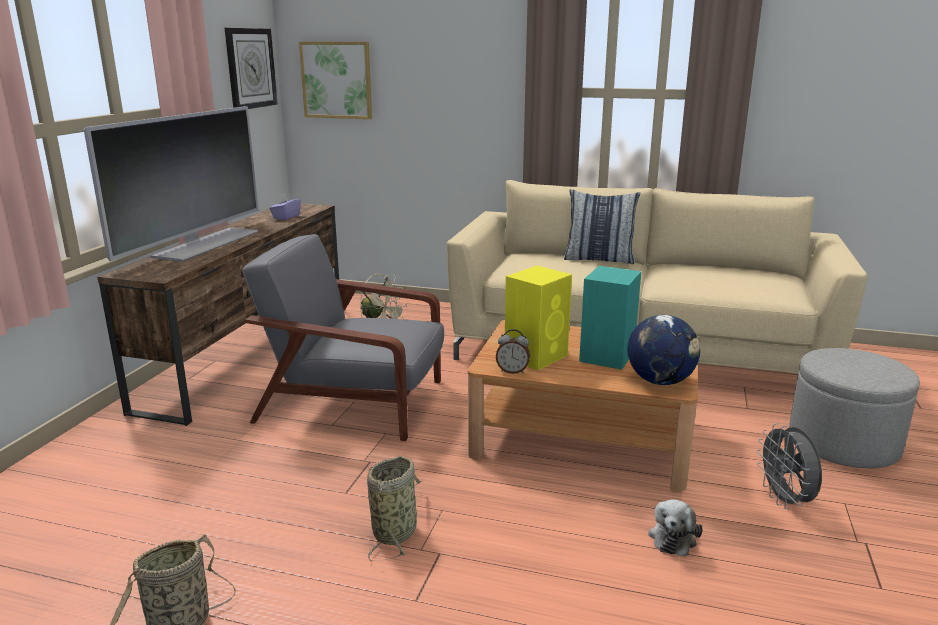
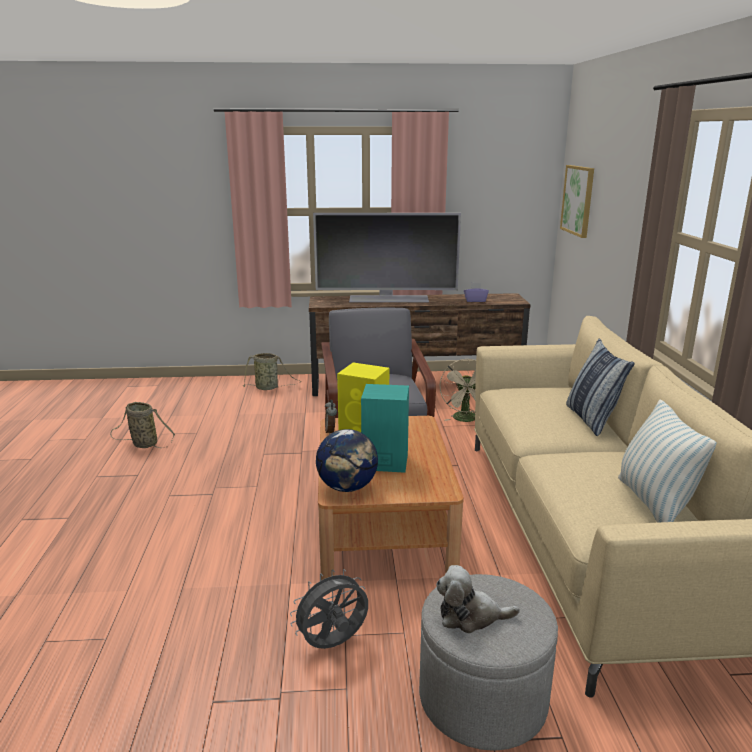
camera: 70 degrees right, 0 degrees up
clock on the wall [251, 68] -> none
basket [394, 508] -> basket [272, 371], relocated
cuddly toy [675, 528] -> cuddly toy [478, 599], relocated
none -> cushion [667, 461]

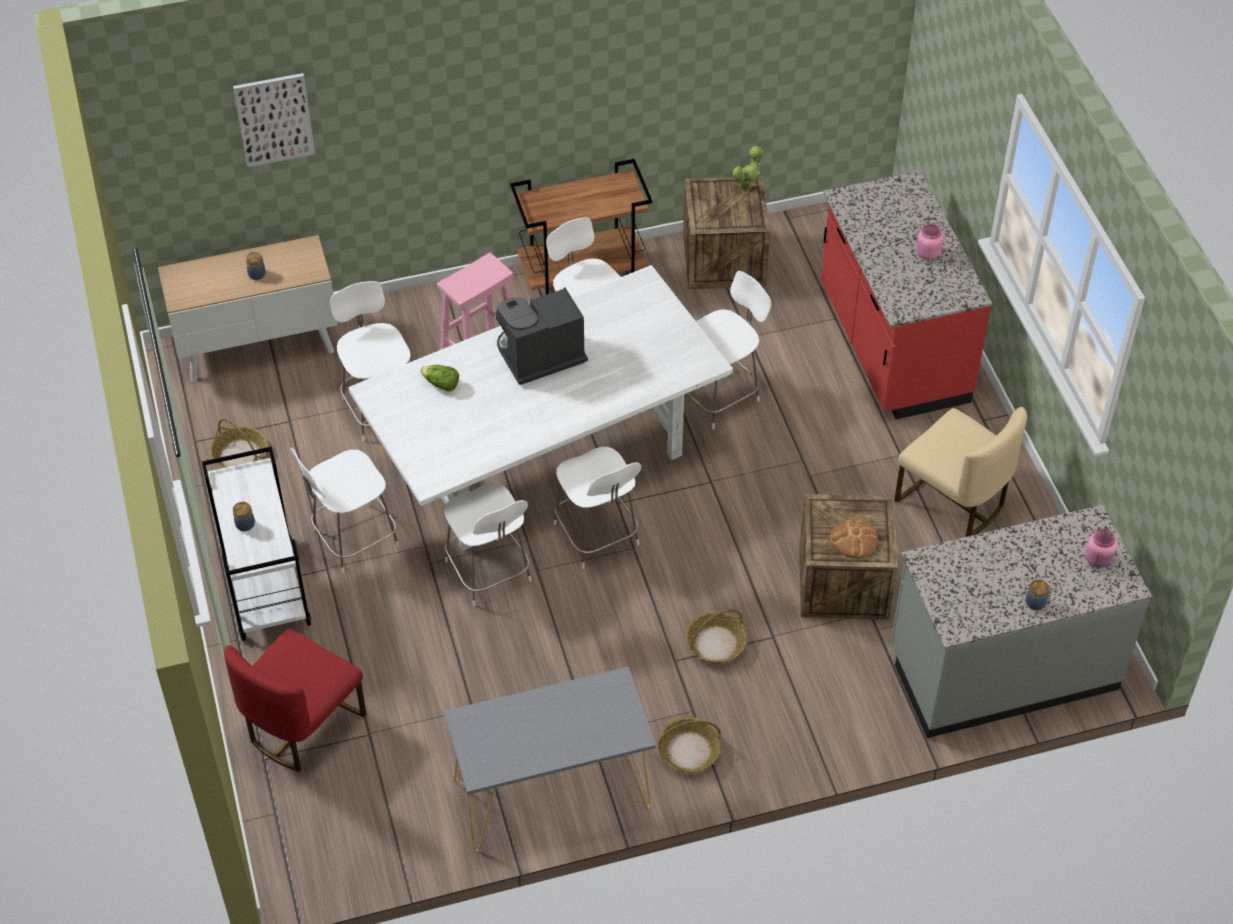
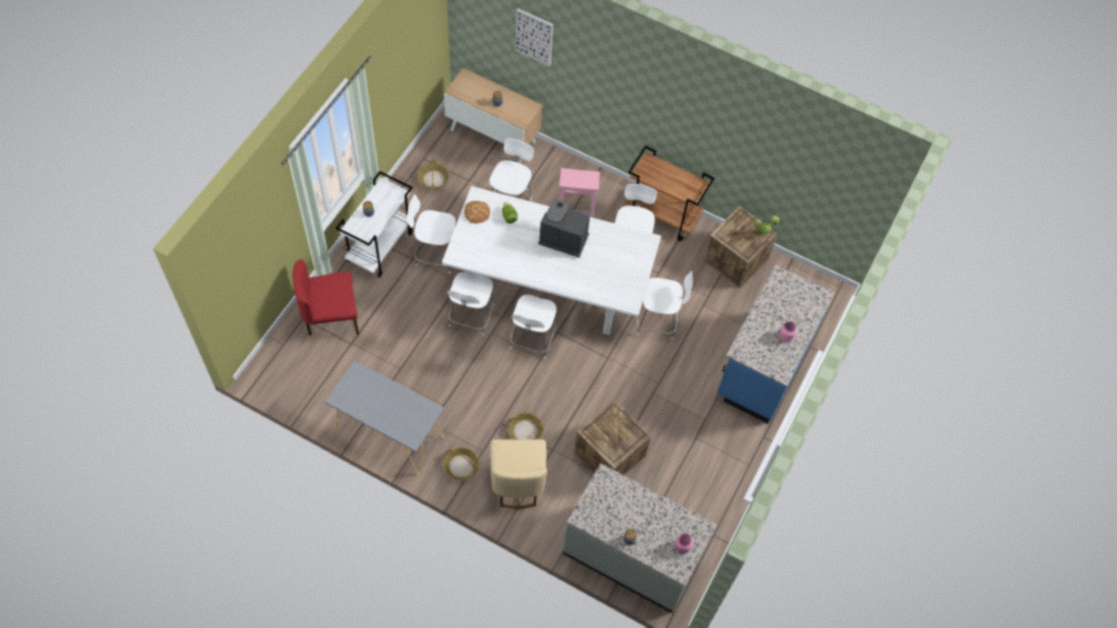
camera: 40 degrees right, 10 degrees up
red-coloured counter [906, 295] -> bluish counter [775, 344]
beige-coloured plain chair [960, 472] -> beige-coloured plain chair [518, 473], relocated
bread [854, 538] -> bread [477, 212], relocated

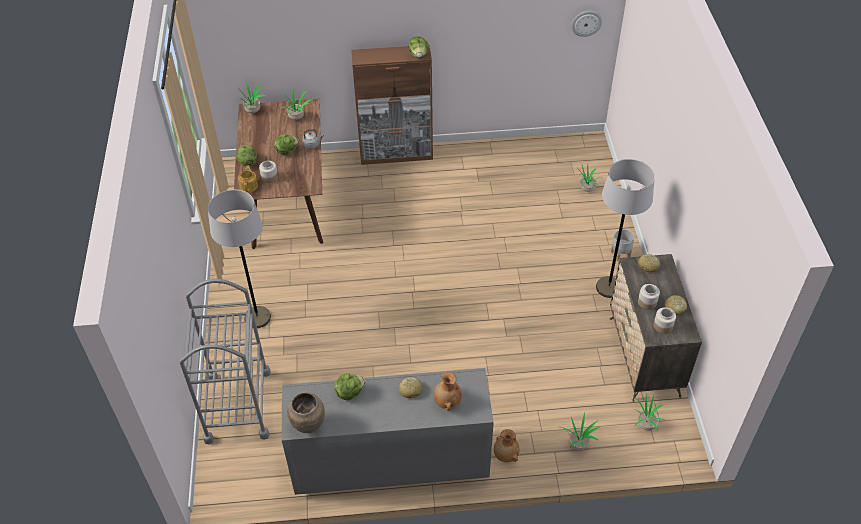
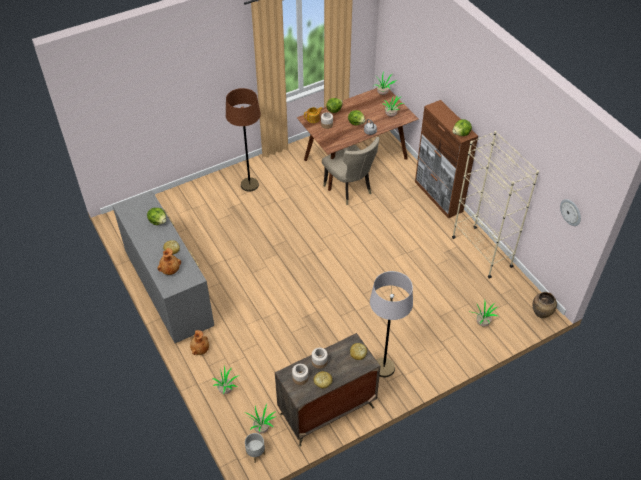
camera: 65 degrees right, 0 degrees up
gray standard lamp [239, 259] -> brownish standard lamp [243, 140]
gray planter [623, 245] -> gray planter [255, 448], relocated
gray trolley [225, 361] -> none
brownish decorative vase [306, 412] -> brownish decorative vase [545, 305], relocated
none -> beige-coloured bookshelf [495, 205]
none -> beige-coloured plain chair [350, 171]

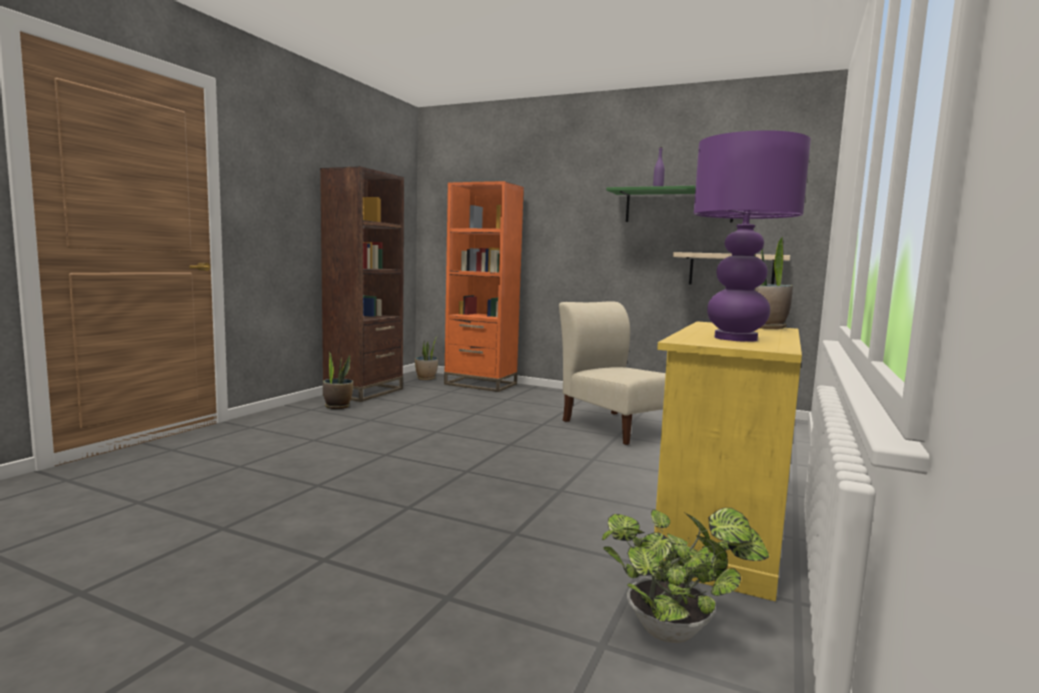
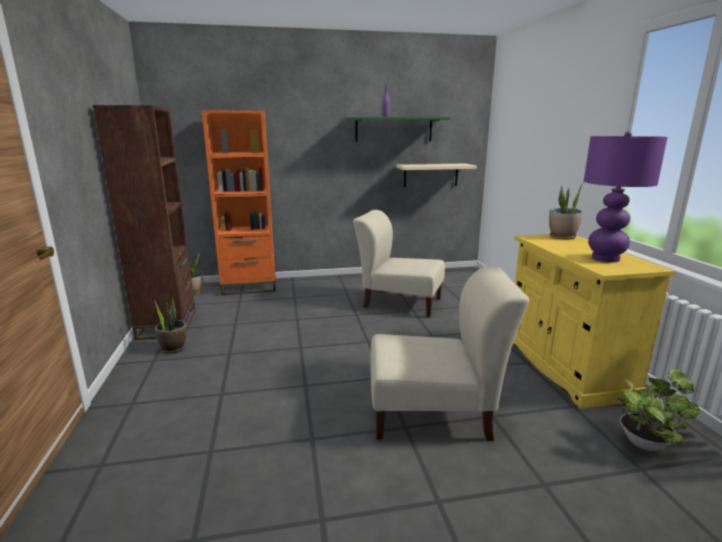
camera: 35 degrees left, 10 degrees up
none -> beige-coloured plain chair [449, 353]

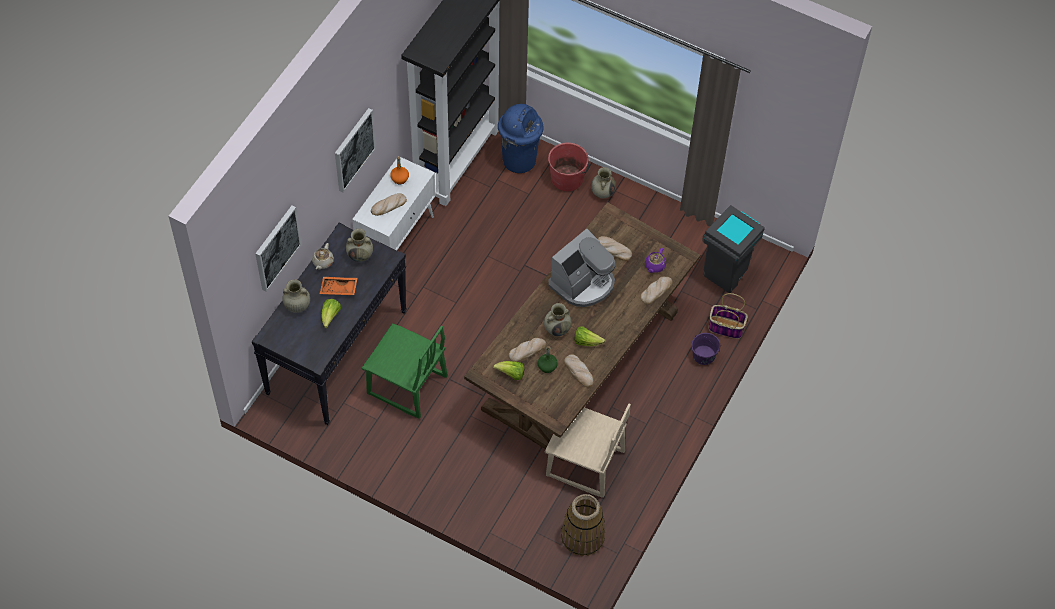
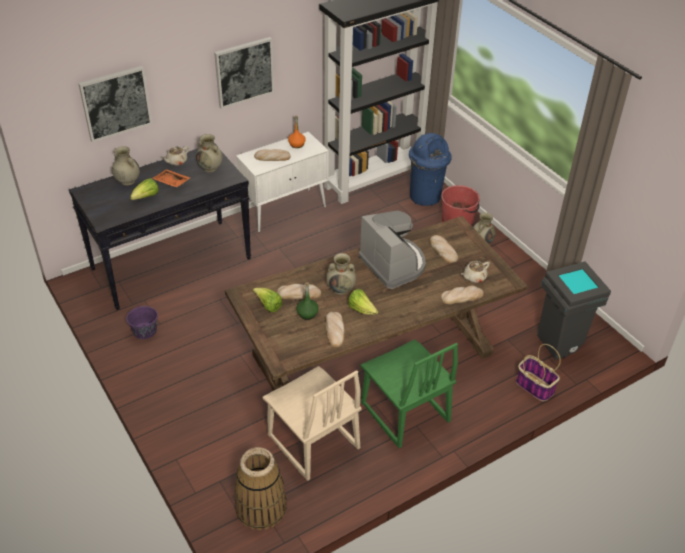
camera: 30 degrees right, 15 degrees down
coffee machine [581, 267] -> coffee machine [392, 250], 105 degrees counterclockwise
purple-coloured tea pot [655, 260] -> beige-coloured tea pot [476, 272]
green-coloured plain chair [405, 371] -> green-coloured plain chair [409, 393], relocated
purple-coloured pail [705, 349] -> purple-coloured pail [142, 321], relocated

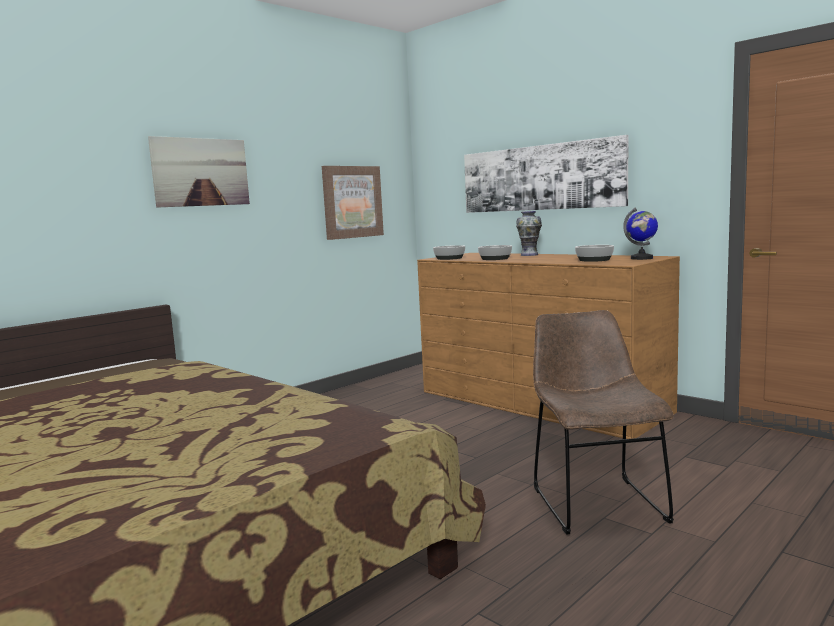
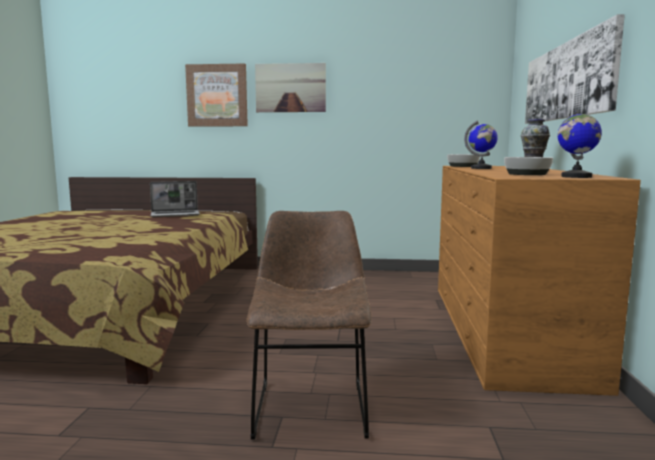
camera: 50 degrees right, 0 degrees up
picture [353, 203] -> picture [216, 95], relocated
serving bowl [495, 252] -> world globe [481, 145]
brownish plain chair [603, 422] -> brownish plain chair [309, 325], 45 degrees counterclockwise
none -> notebook computer [175, 199]

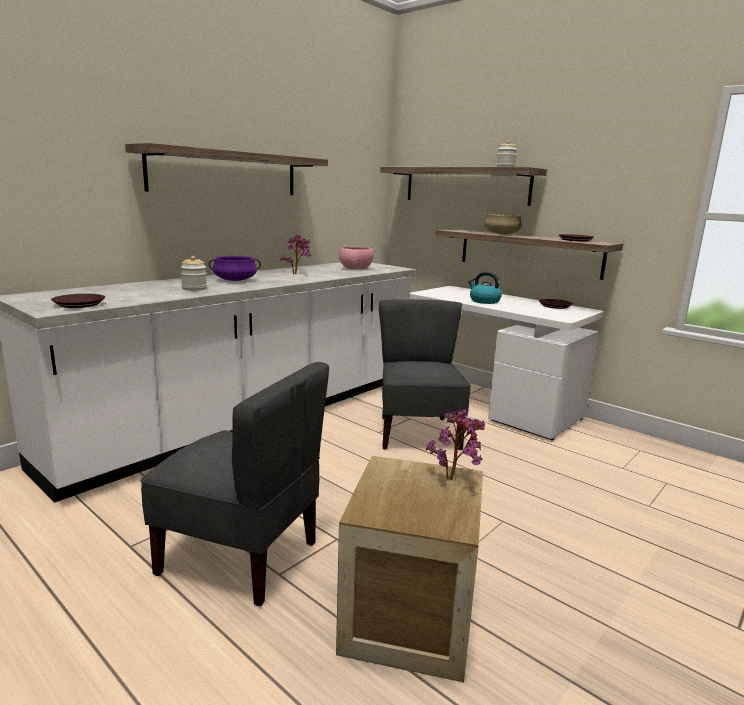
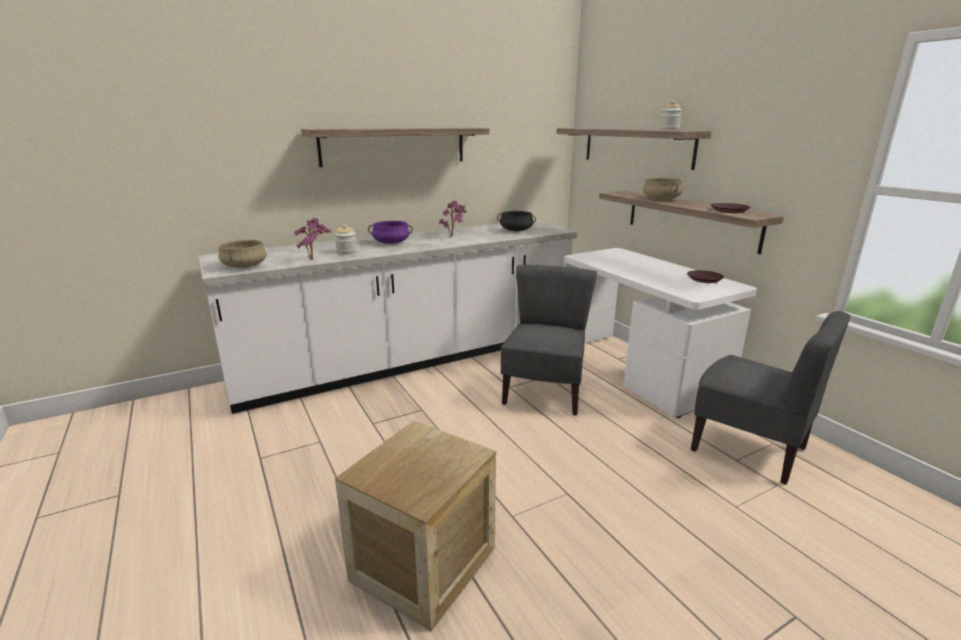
camera: 20 degrees right, 5 degrees up
pink serving bowl [356, 258] -> blackish cooking pot [516, 221]
water kettle [485, 288] -> none
brownish dinner plate [78, 301] -> beige-coloured cooking pot [242, 254]
gray plain chair [234, 484] -> gray plain chair [771, 398], relocated
houseplant [455, 444] -> houseplant [312, 239], relocated

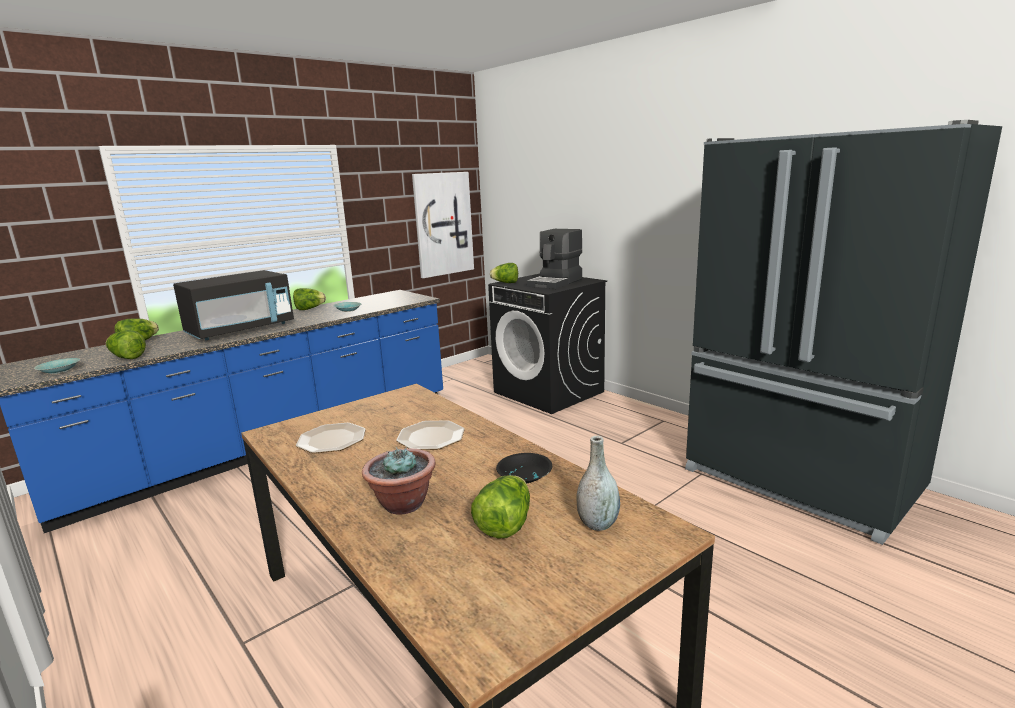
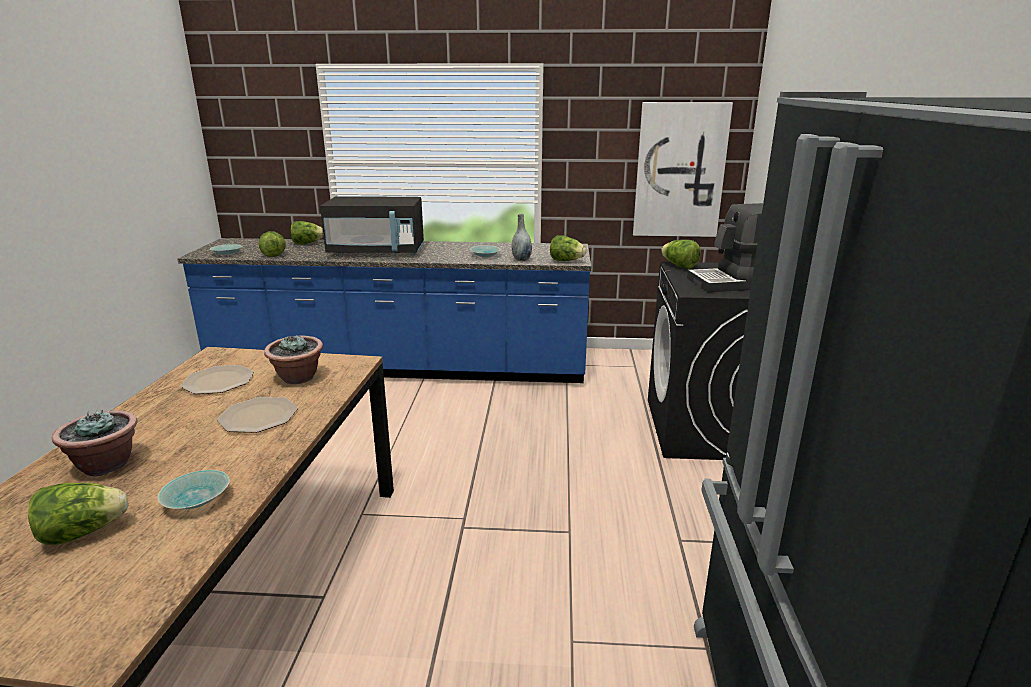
camera: 45 degrees right, 5 degrees up
lettuce [309, 299] -> lettuce [568, 248], relocated
gray decorative vase [598, 483] -> gray decorative vase [522, 237], relocated
blackish serving bowl [524, 468] -> blue-green serving bowl [194, 489]
none -> houseplant [293, 359]

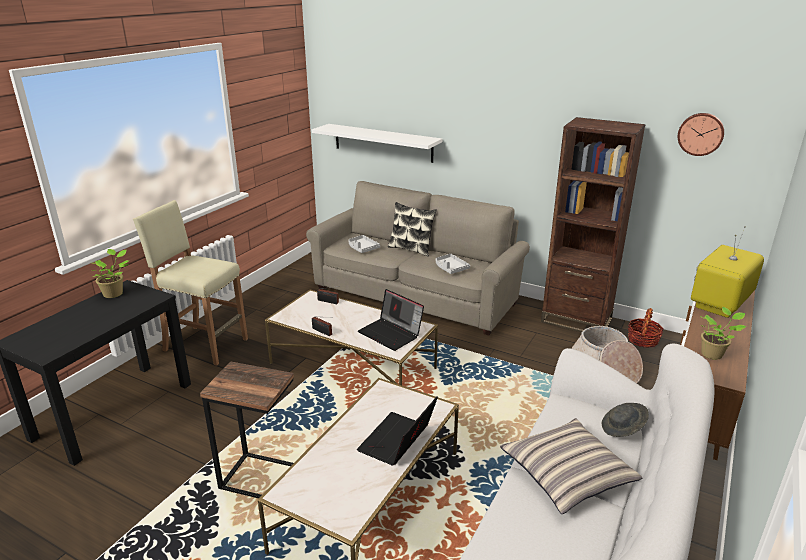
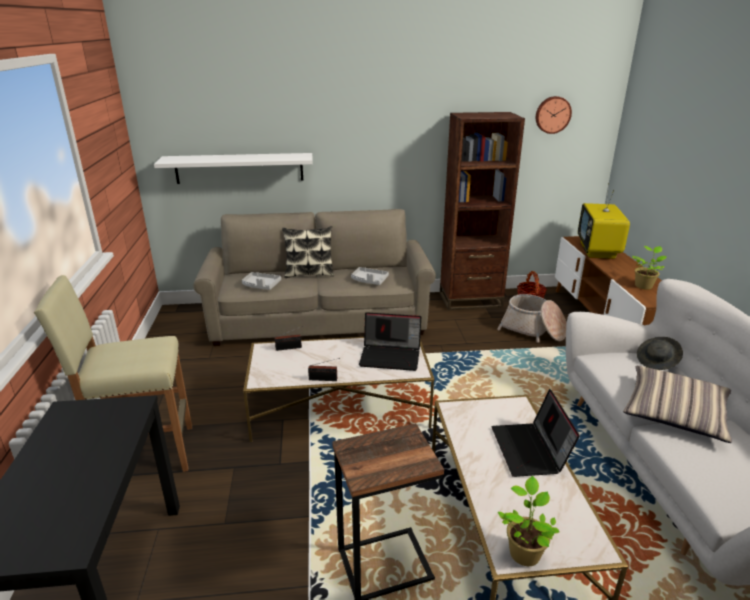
camera: 35 degrees left, 0 degrees up
houseplant [109, 273] -> houseplant [529, 521], relocated

